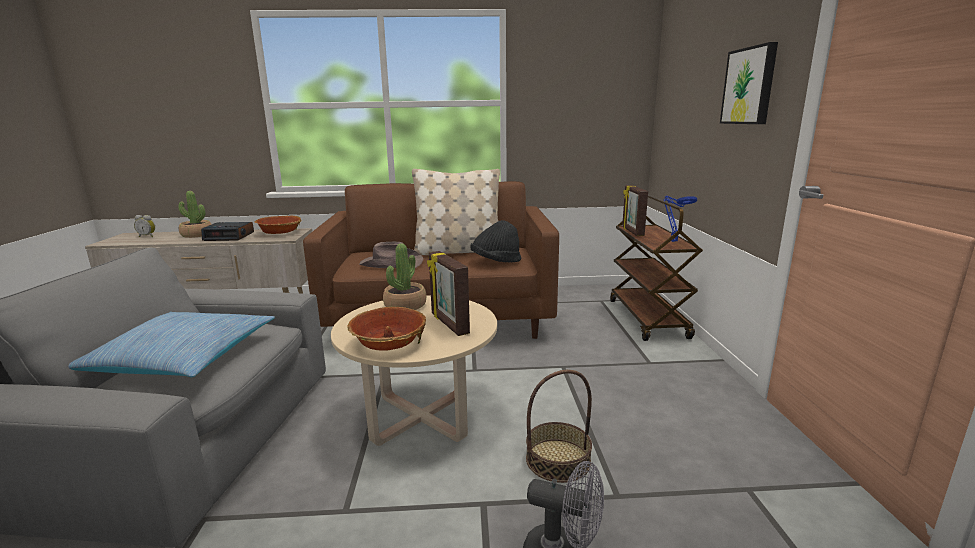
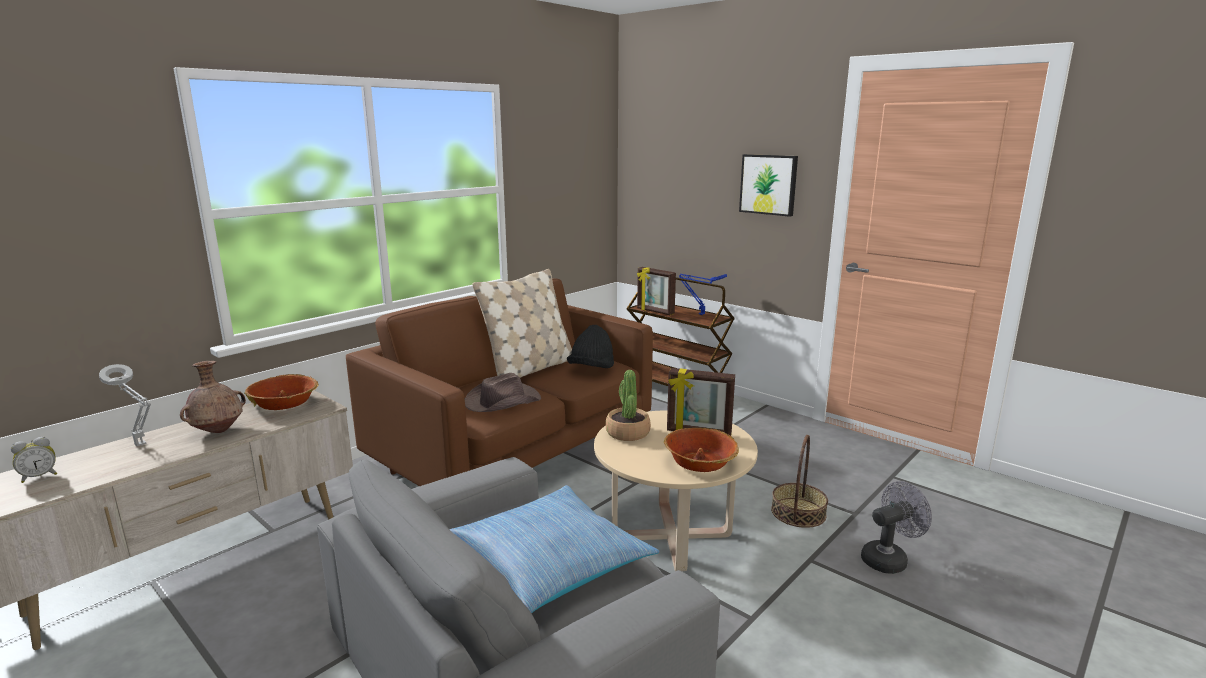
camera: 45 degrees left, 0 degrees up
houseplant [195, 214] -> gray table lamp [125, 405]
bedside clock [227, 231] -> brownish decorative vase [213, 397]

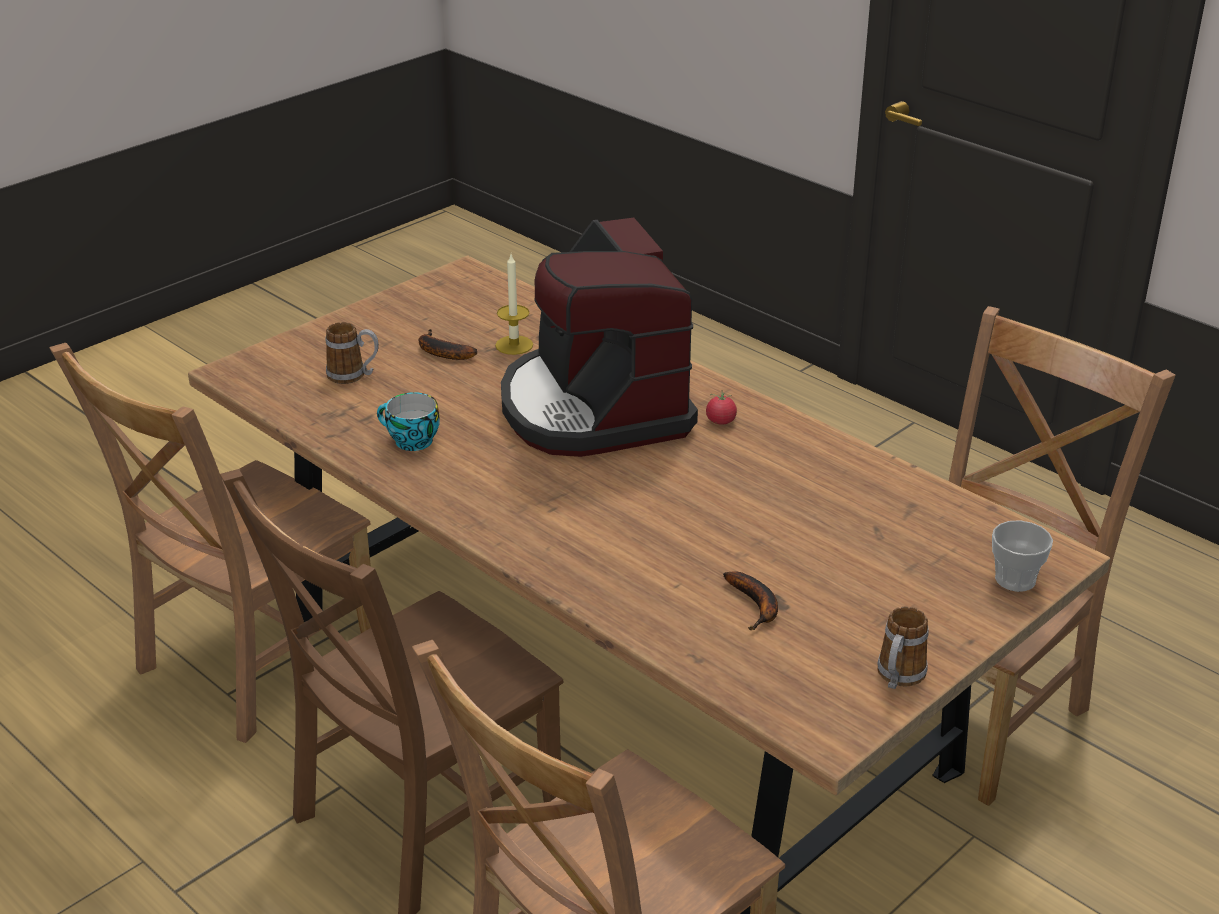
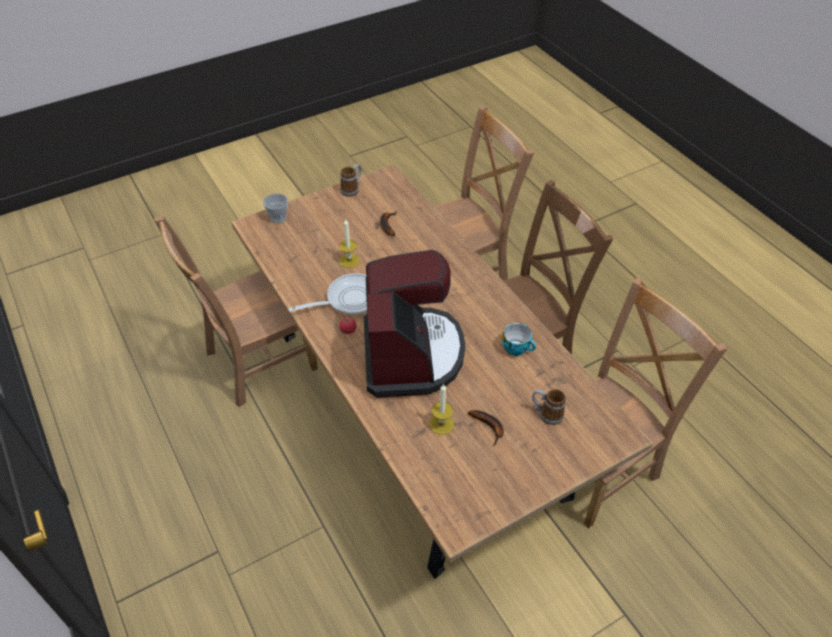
camera: 165 degrees left, 15 degrees up
none -> wax candle [349, 243]
none -> pan [327, 294]

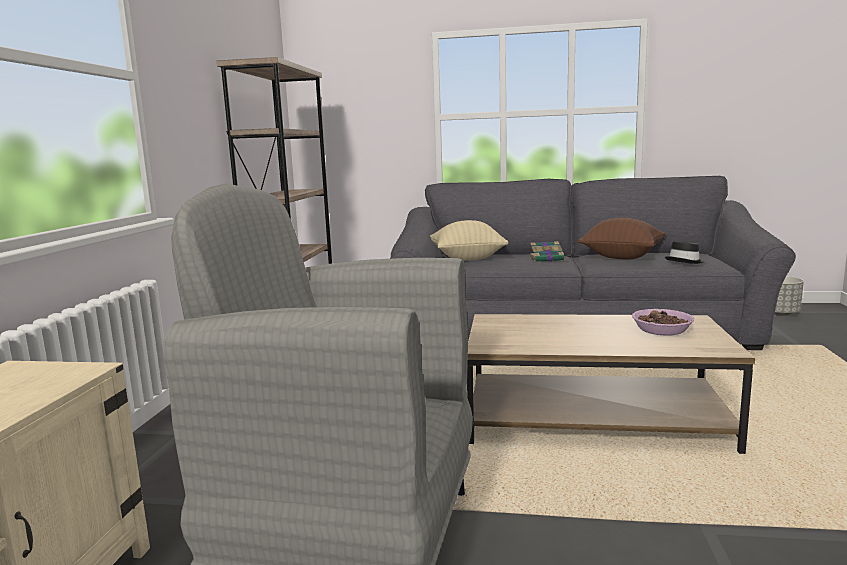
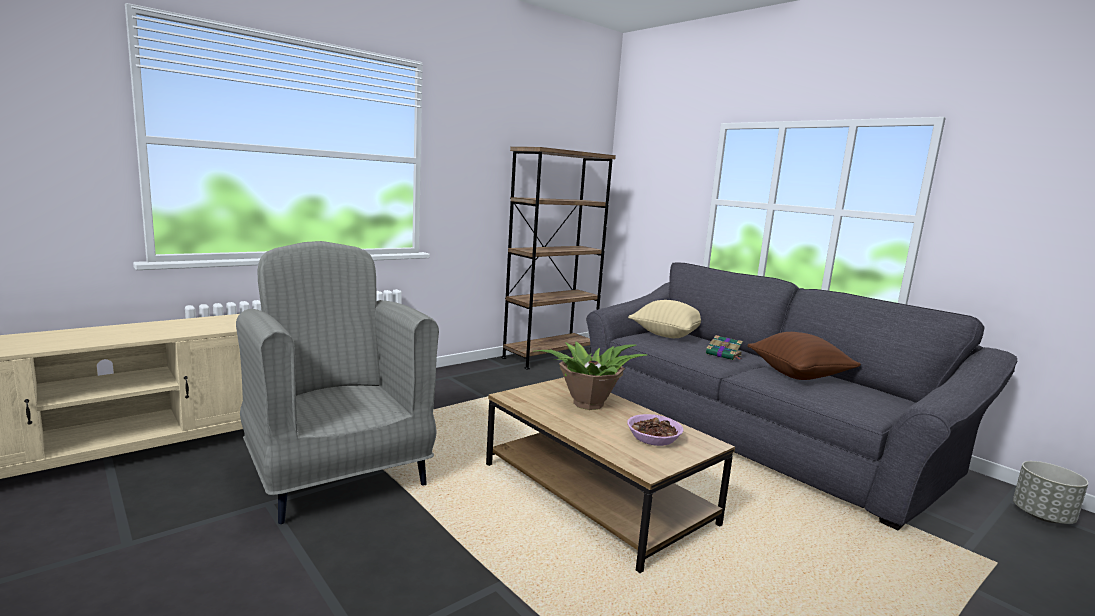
camera: 40 degrees right, 0 degrees up
blackish hat [685, 252] -> none
none -> houseplant [592, 375]

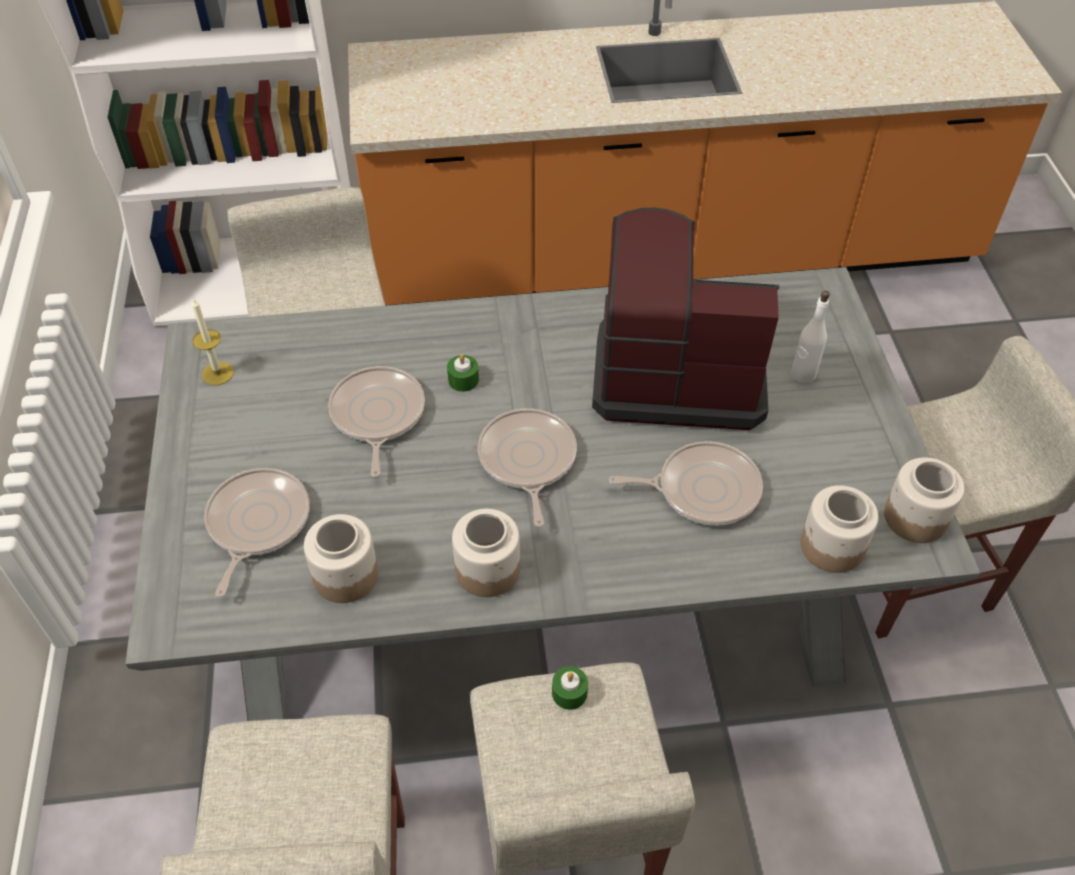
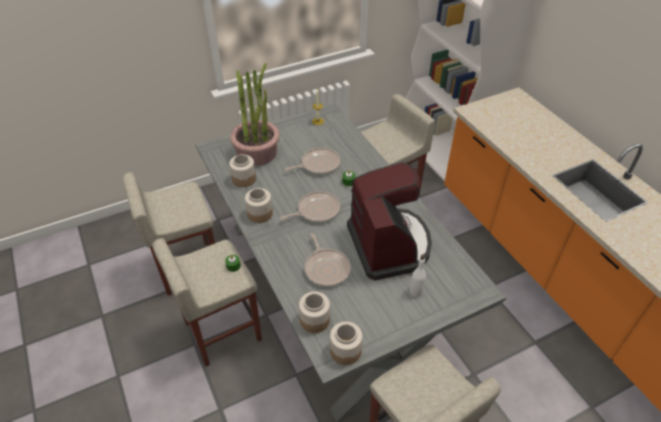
camera: 70 degrees right, 5 degrees down
pan [257, 532] -> houseplant [255, 114]

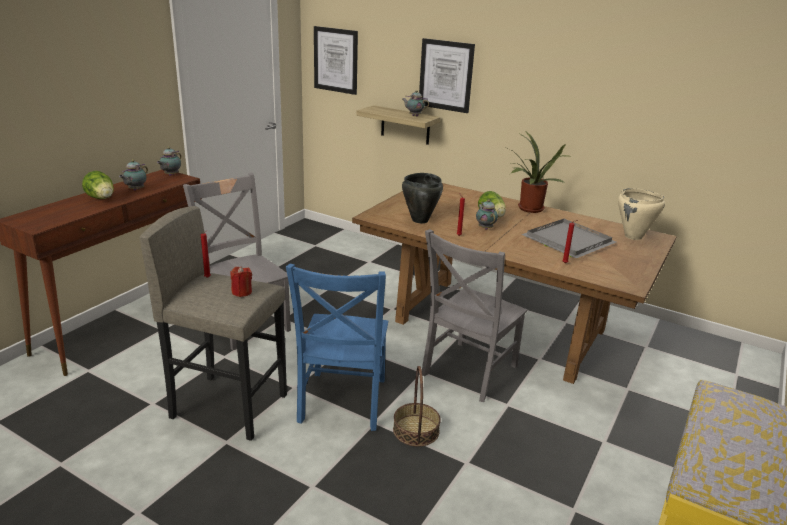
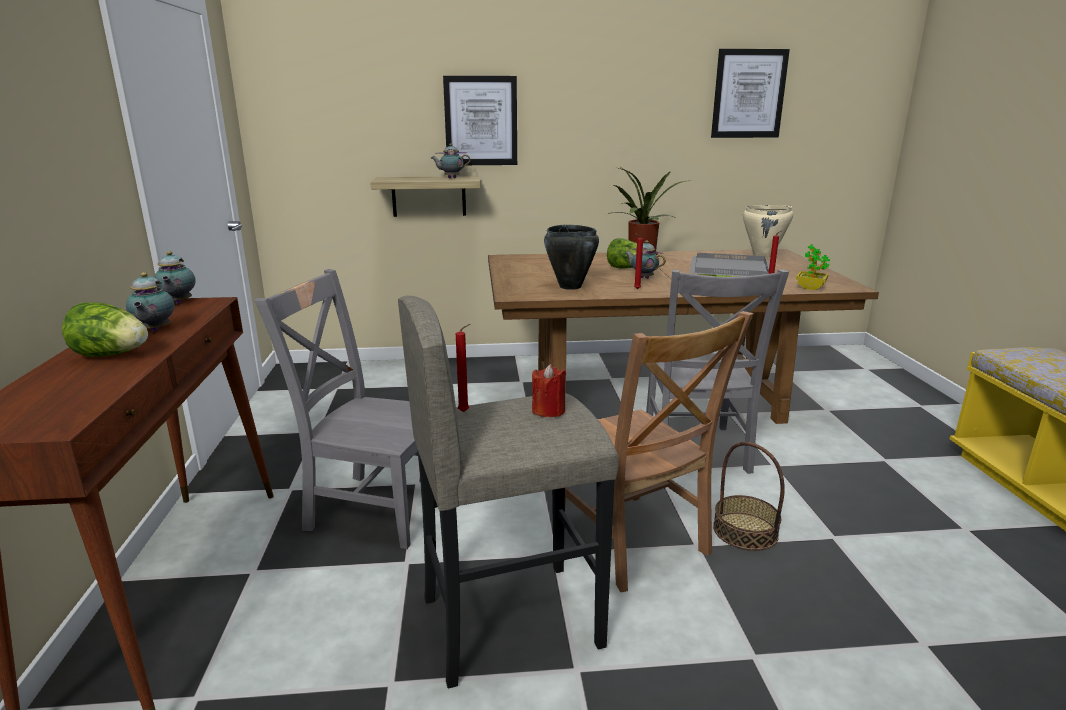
camera: 35 degrees left, 5 degrees down
picture [336, 60] -> picture [750, 93], relocated
bluish plain chair [337, 347] -> brownish plain chair [659, 451]
none -> houseplant [813, 267]

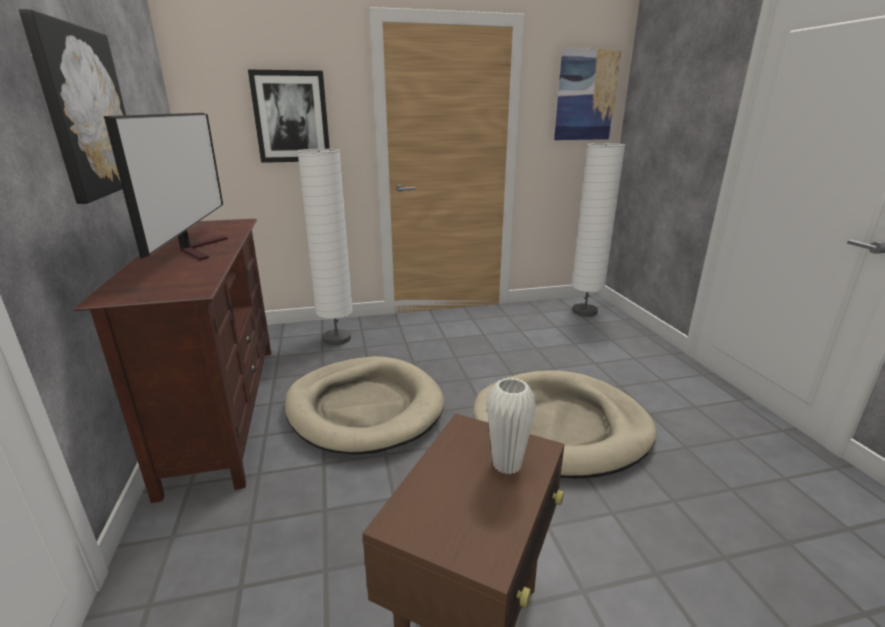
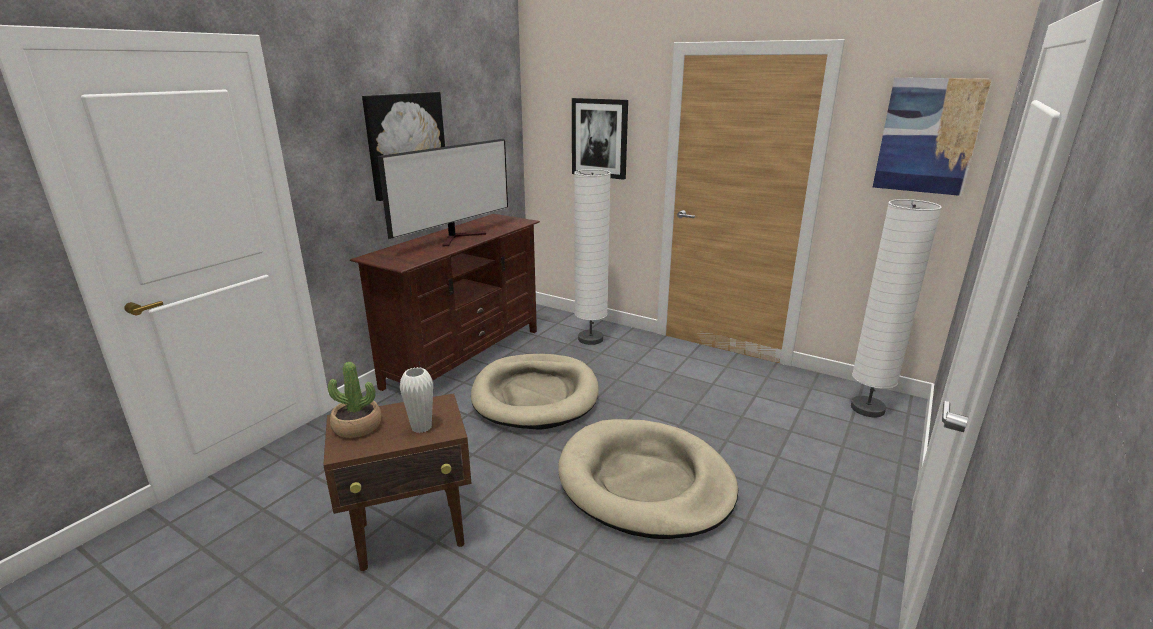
camera: 45 degrees right, 0 degrees up
none -> houseplant [354, 400]

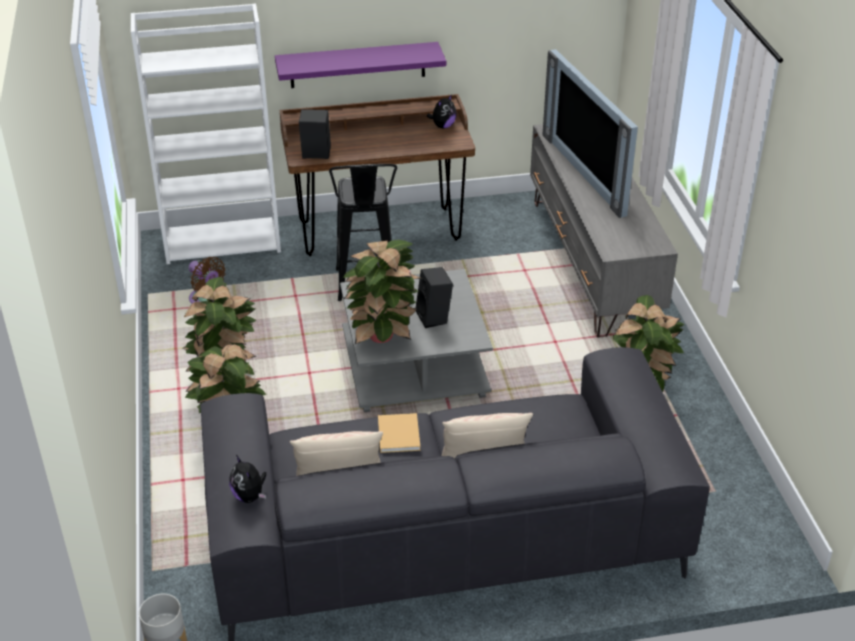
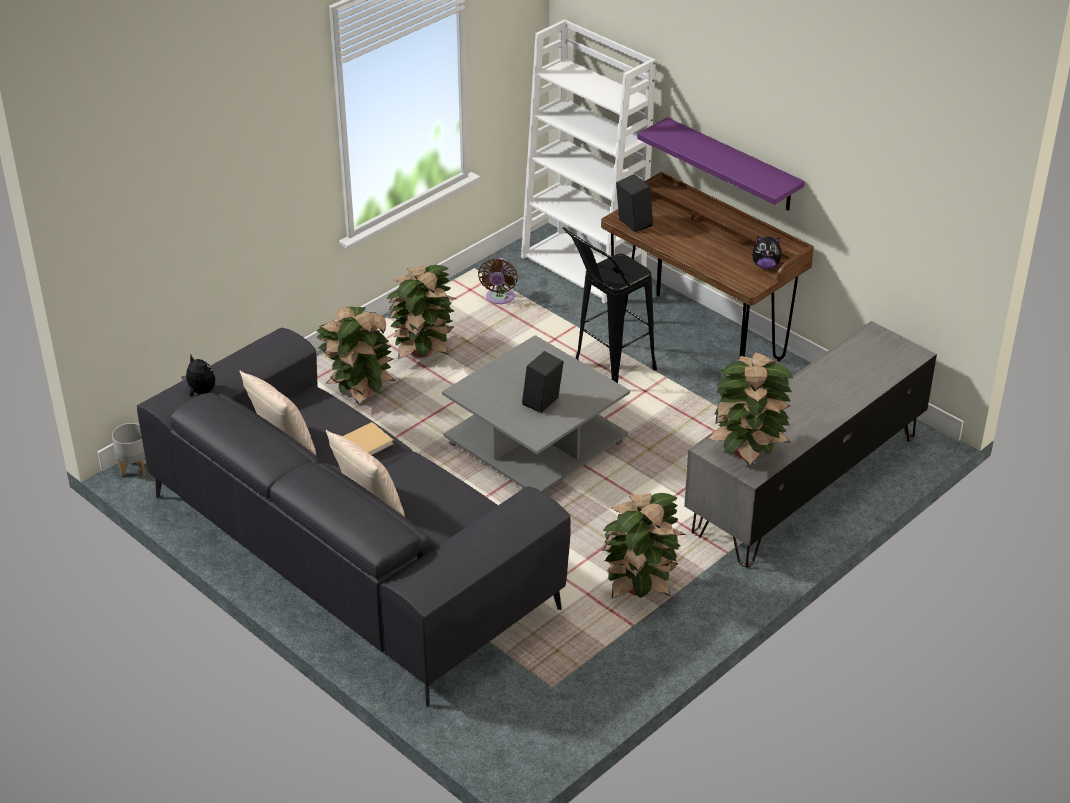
camera: 55 degrees right, 0 degrees up
TV [590, 133] -> none
houseplant [382, 292] -> houseplant [749, 409], relocated
cuddly toy [247, 479] -> cuddly toy [198, 376], 105 degrees clockwise

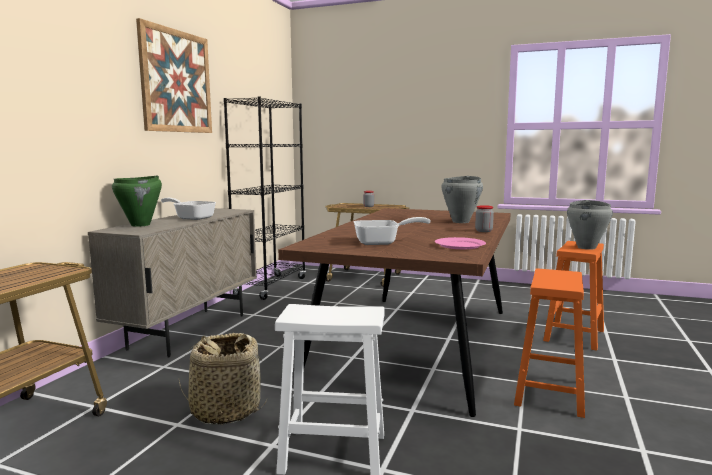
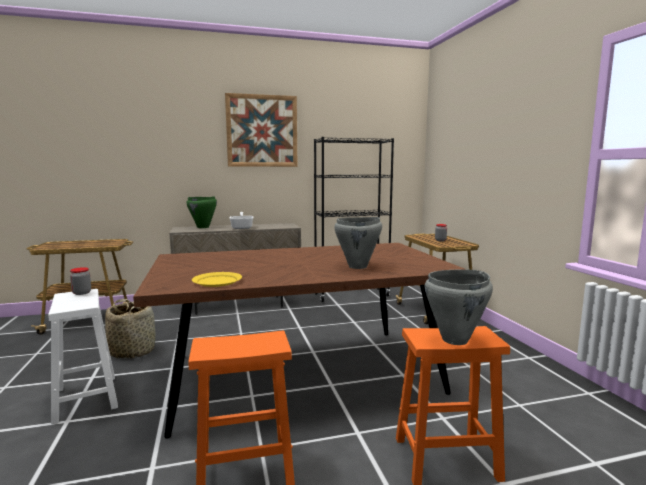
camera: 55 degrees right, 0 degrees up
storage jar [484, 218] -> storage jar [80, 281], relocated
pan [392, 231] -> none
pink dinner plate [460, 243] -> yellow dinner plate [217, 279]

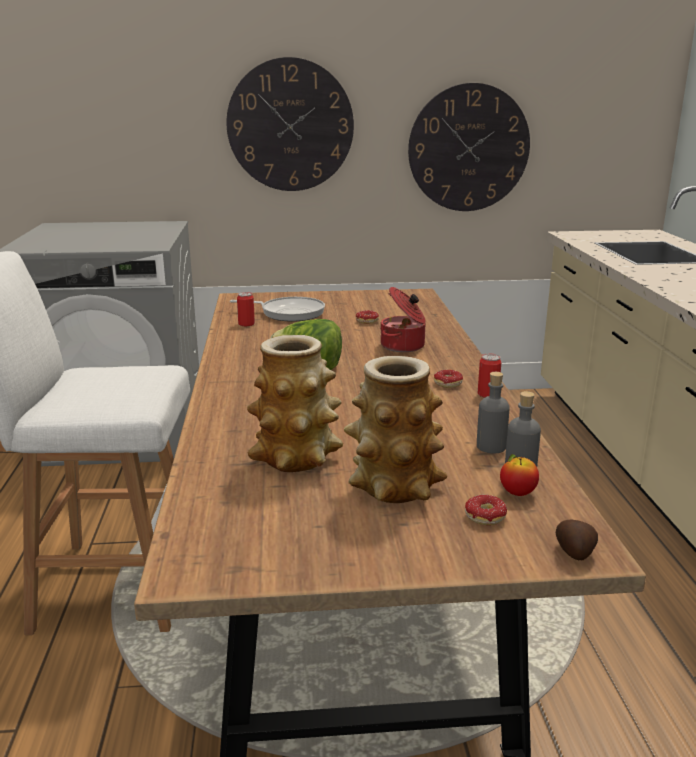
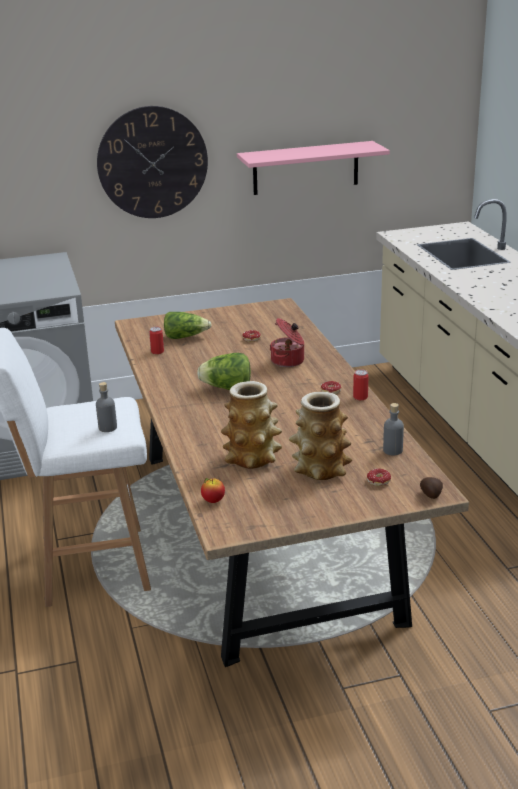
camera: 10 degrees left, 5 degrees up
clock on the wall [469, 147] -> pink shelf [313, 168]
pan [277, 309] -> lettuce [188, 325]
gray bottle [493, 413] -> gray bottle [106, 407], relocated
whole apple [519, 475] -> whole apple [213, 490], relocated

